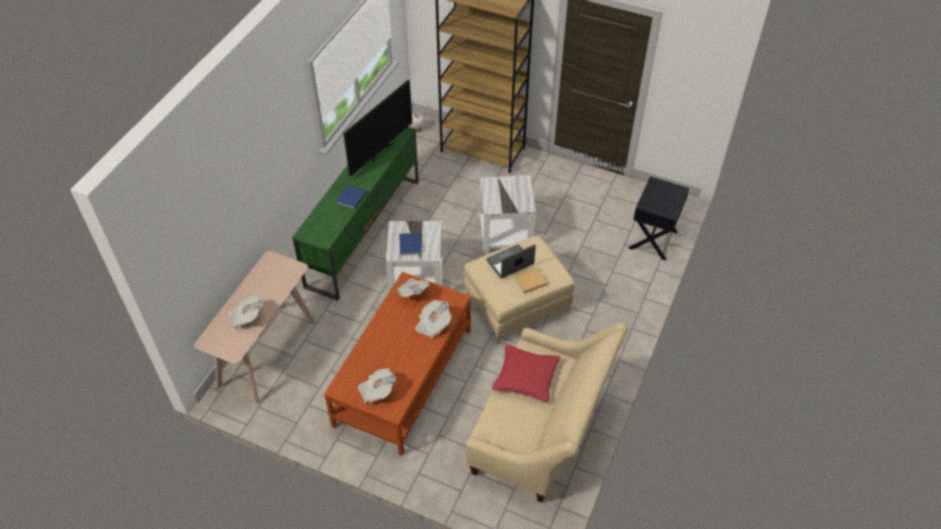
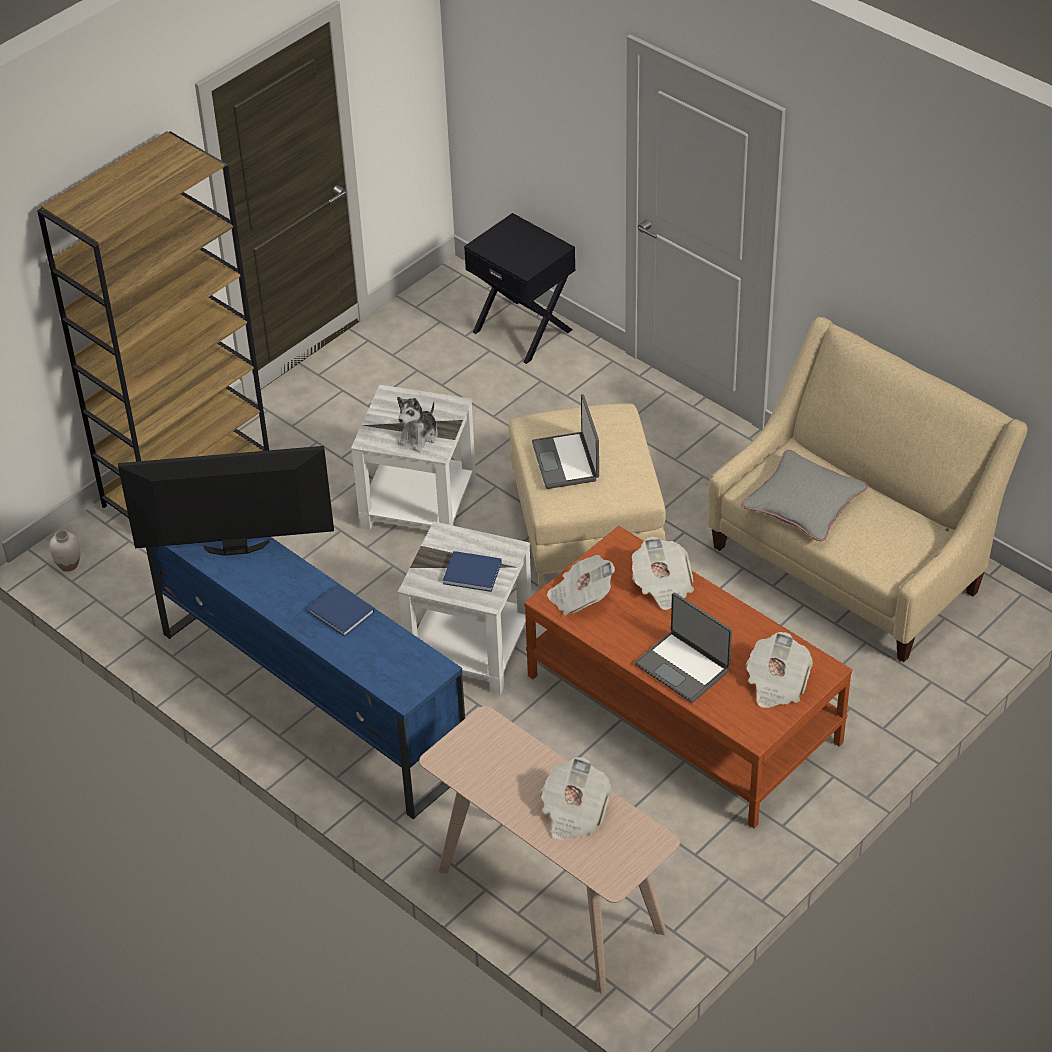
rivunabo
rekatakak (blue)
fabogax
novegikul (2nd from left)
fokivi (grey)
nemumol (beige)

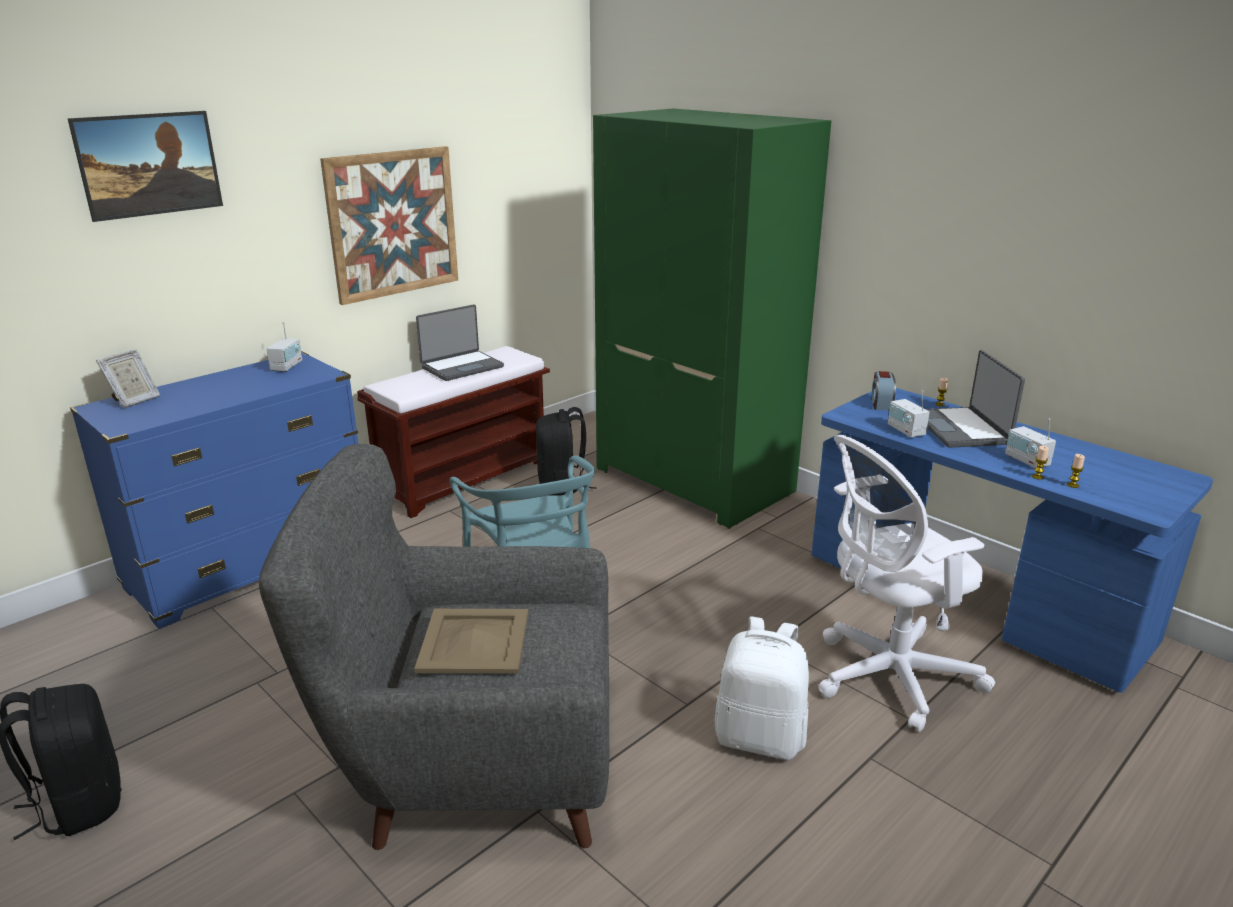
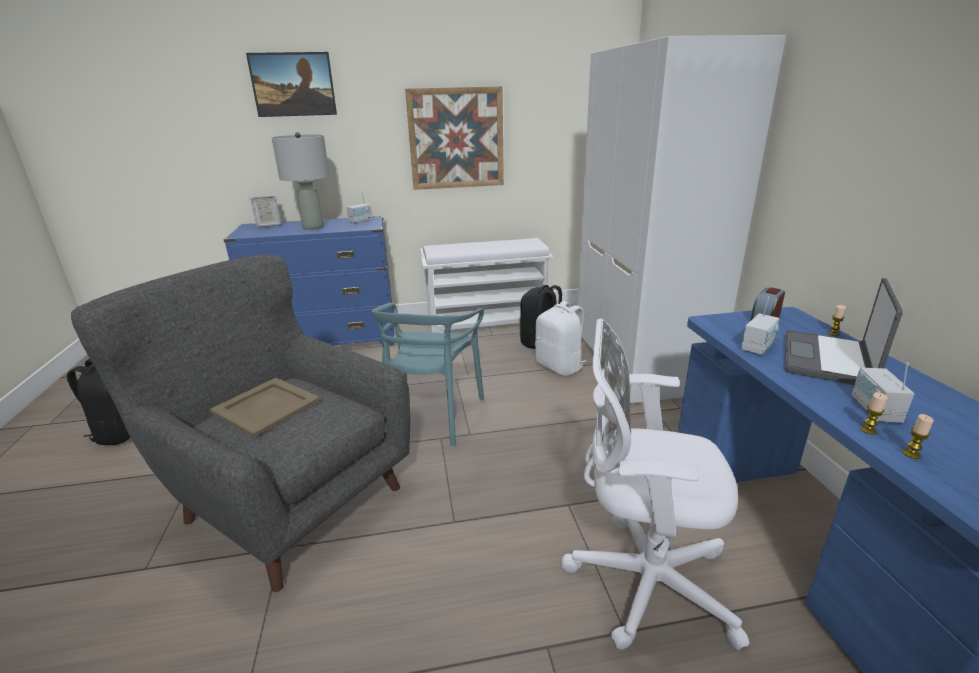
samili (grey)
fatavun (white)
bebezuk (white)
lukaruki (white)
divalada (2nd from left)
novegikul (1st from left in the first image)

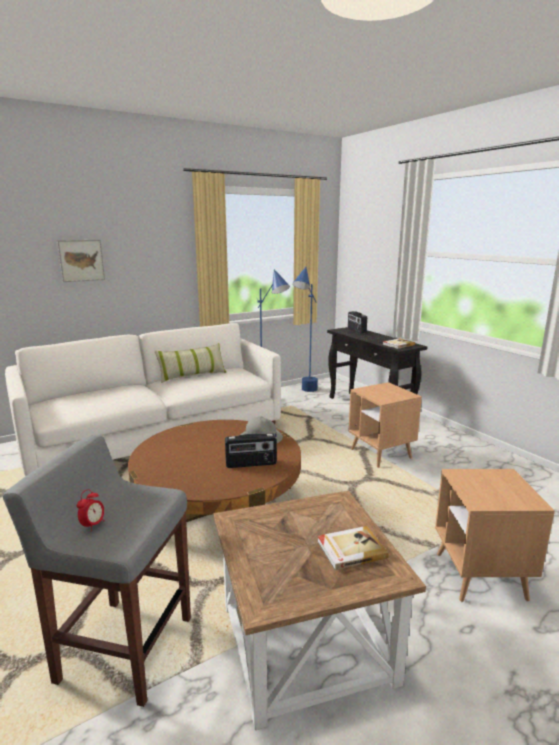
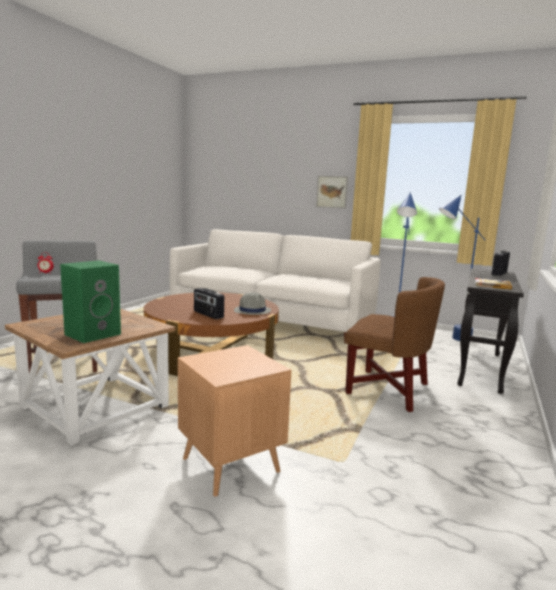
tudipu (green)
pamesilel
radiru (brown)
fokivi

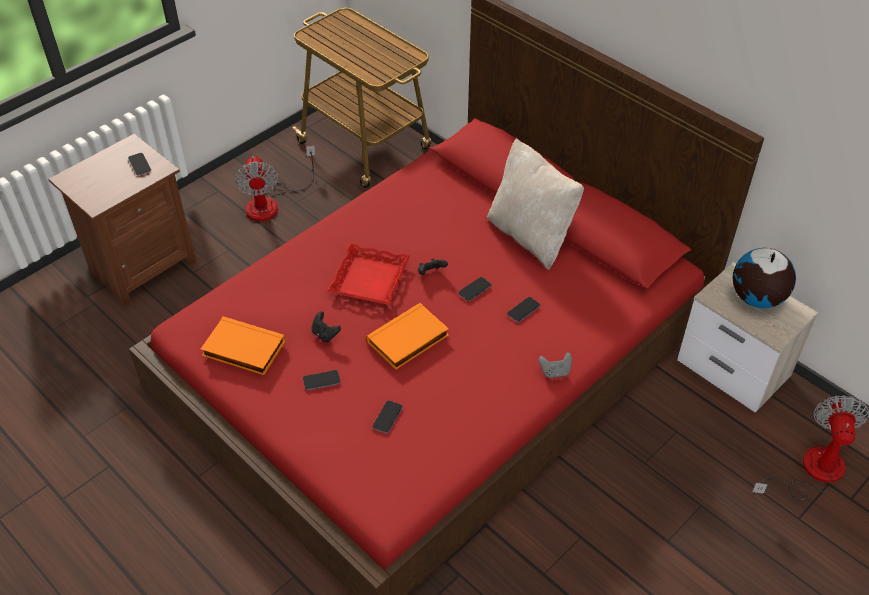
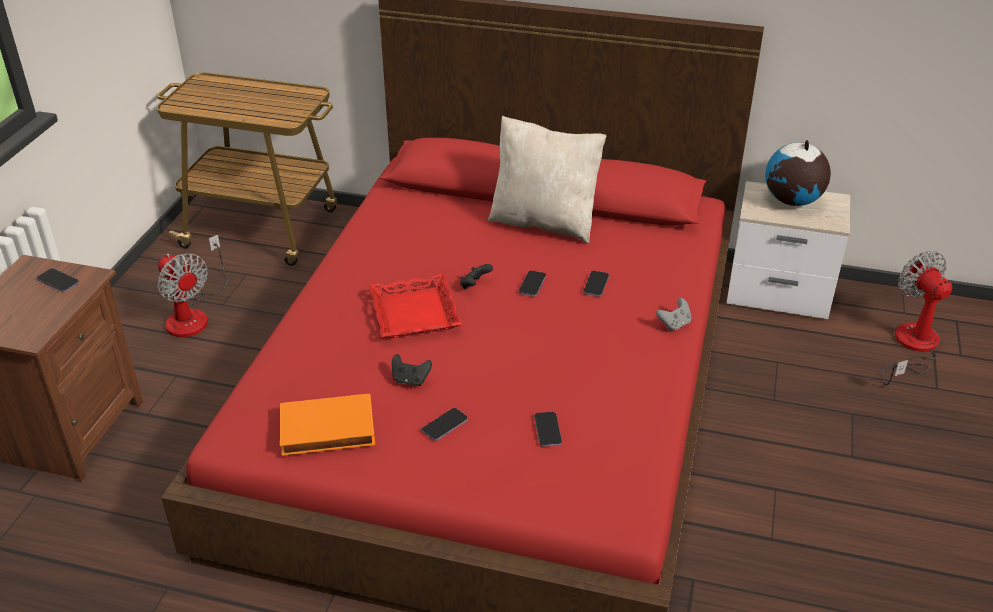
nemumol (orange) (2nd from left in the first image)

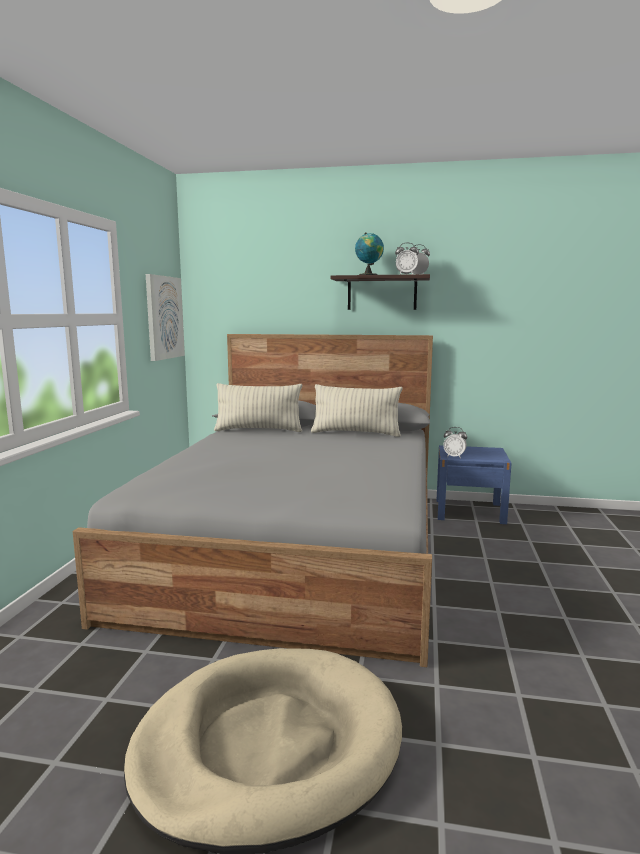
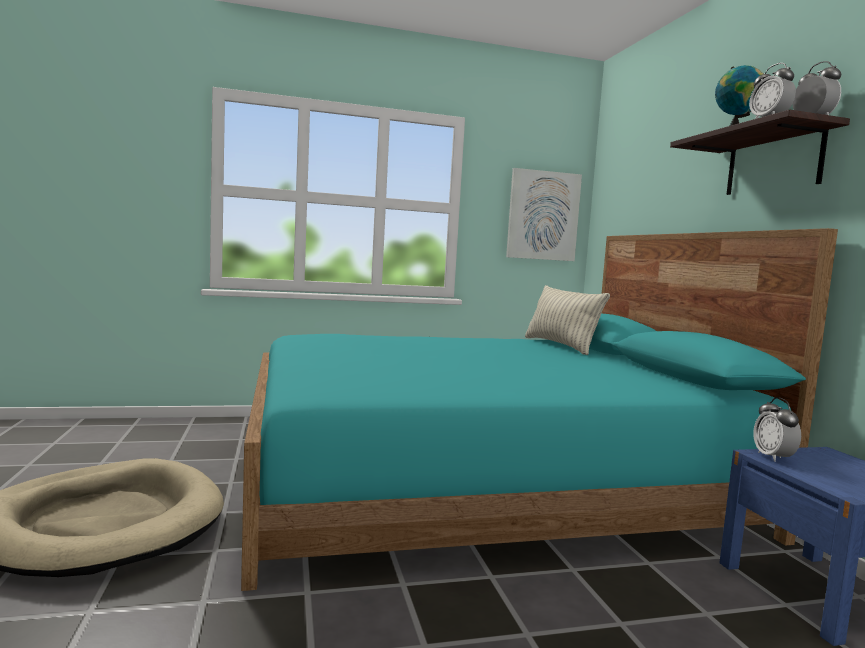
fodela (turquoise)
fokivi (2nd from left in the first image)

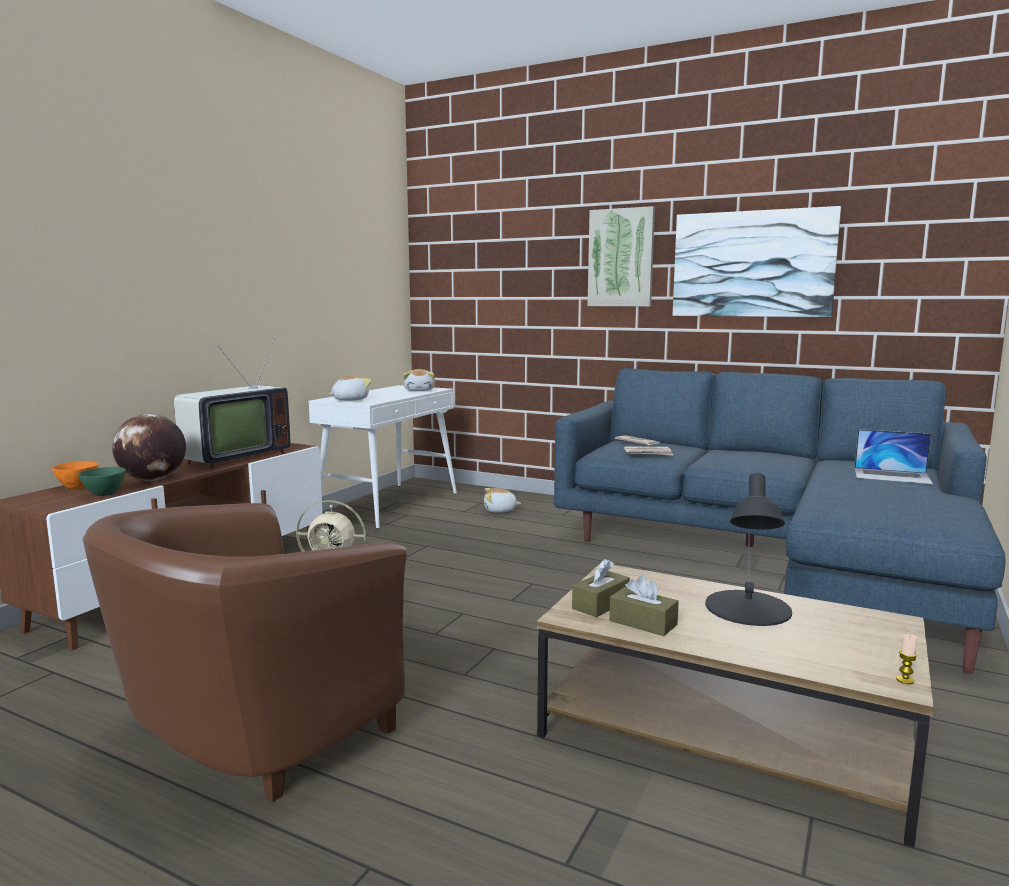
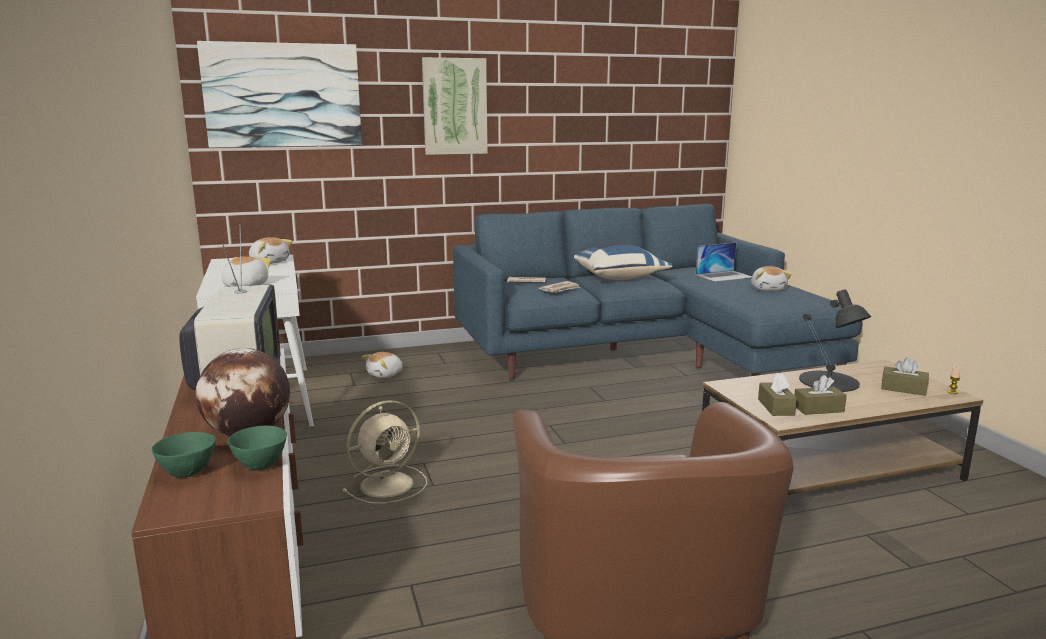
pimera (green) (1st from left)
pamesilel (1st from left)
fokivi (blue)
fabogax (4th from left)
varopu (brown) (3rd from left)

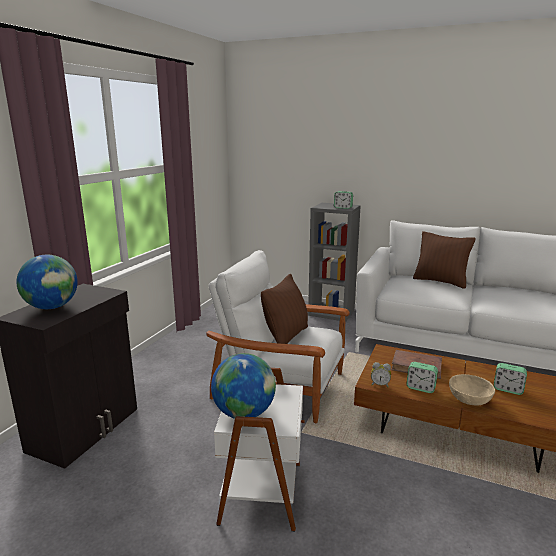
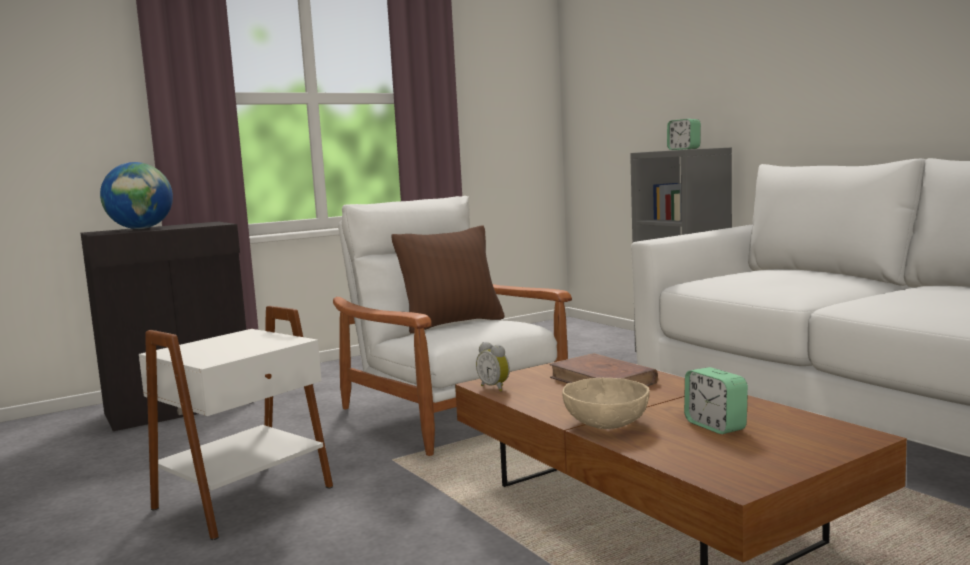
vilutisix (2nd from left in the first image)
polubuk (3rd from left in the first image)
fokivi (brown) (2nd from left in the first image)

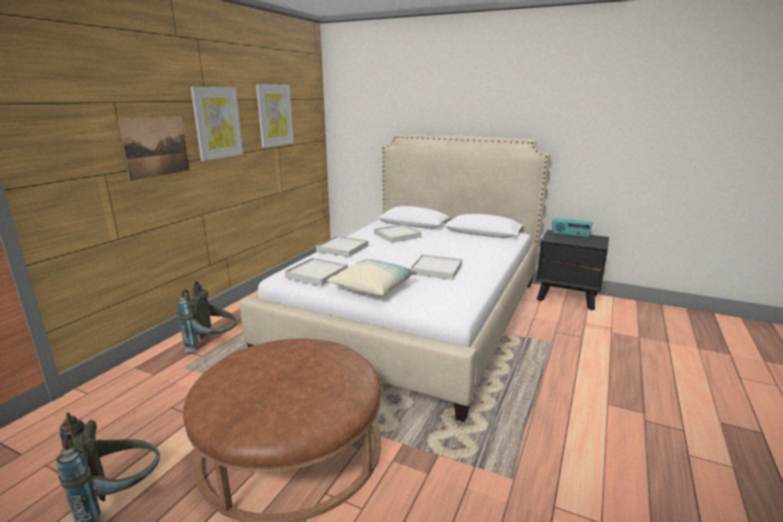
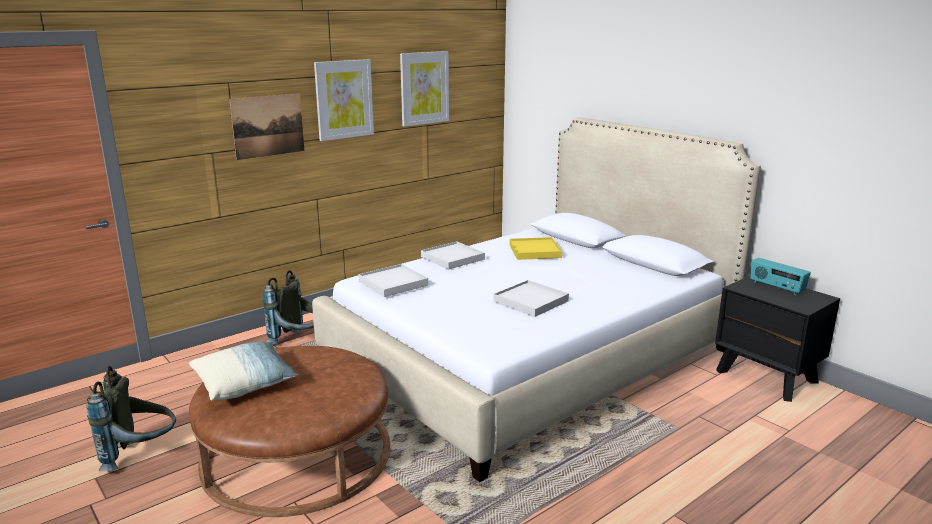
fokivi
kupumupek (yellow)

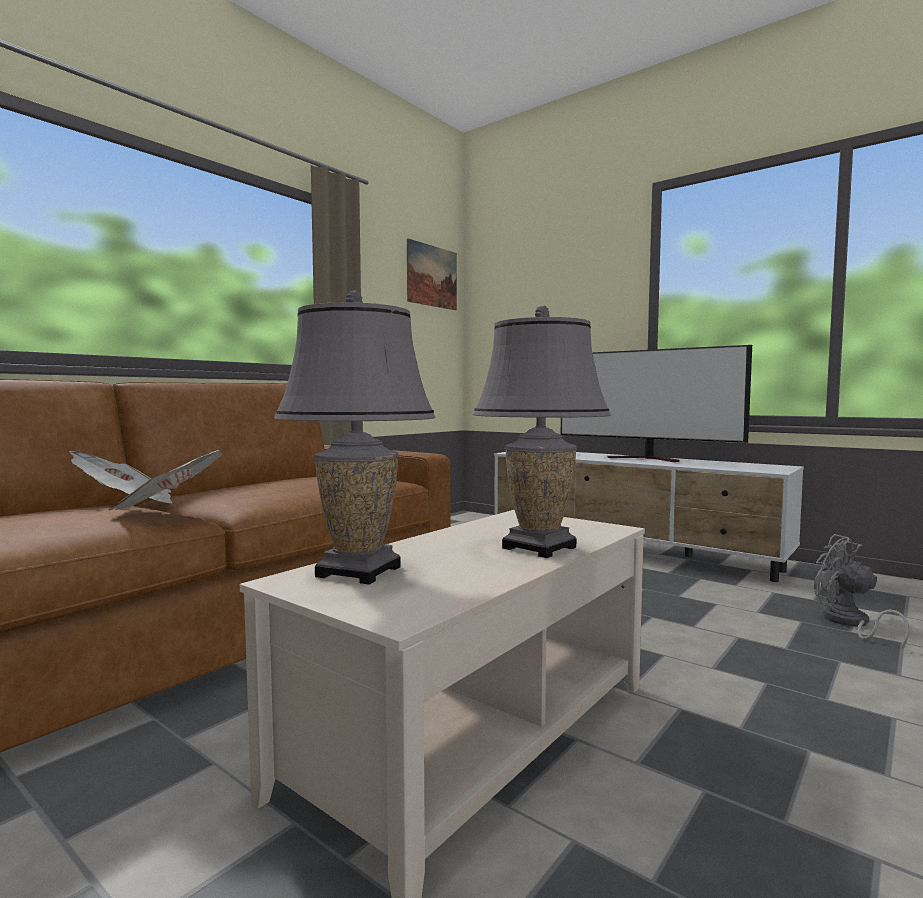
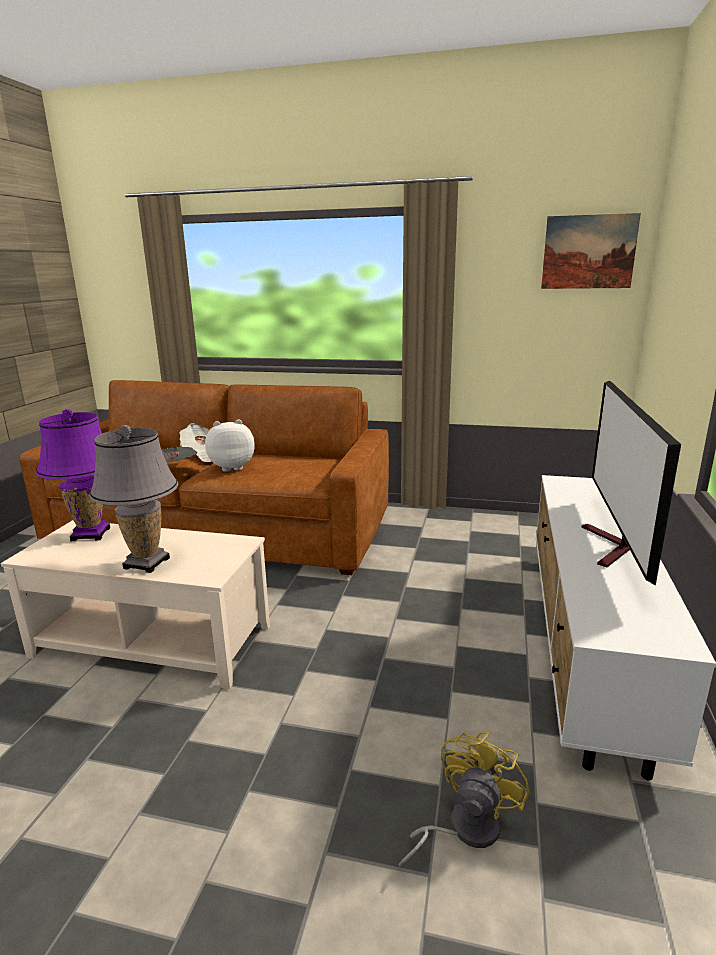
samili (purple)
fabogax
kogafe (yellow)

